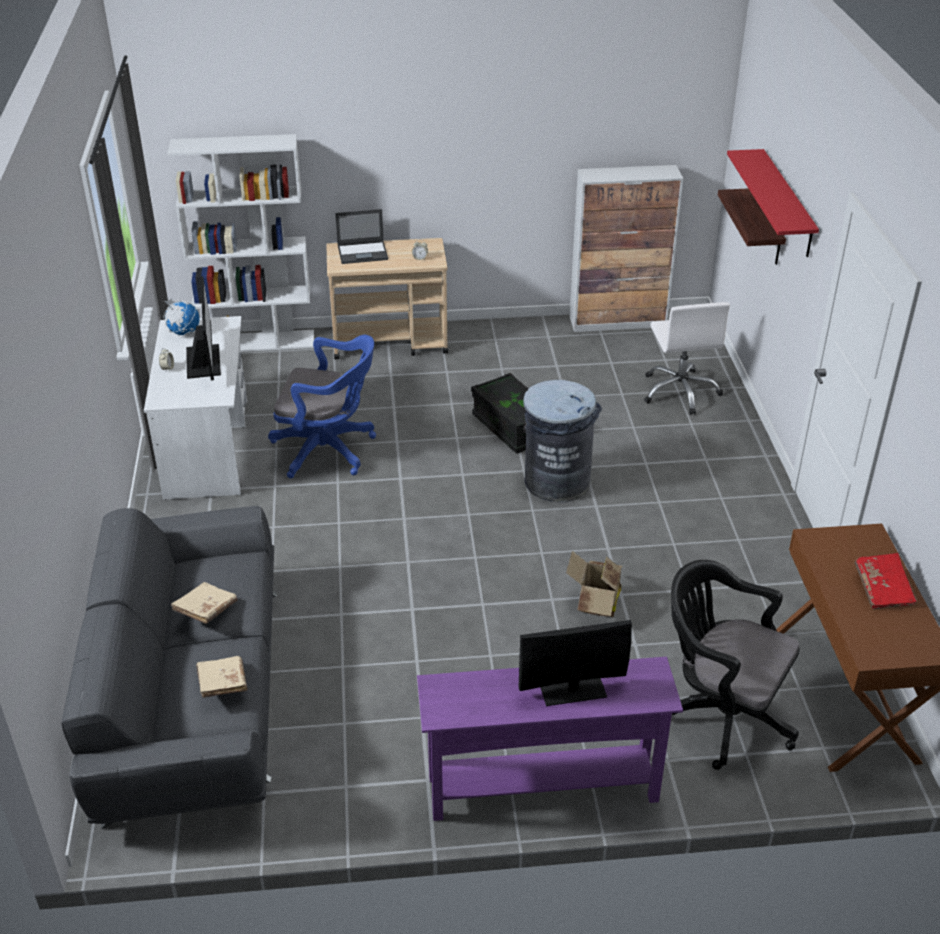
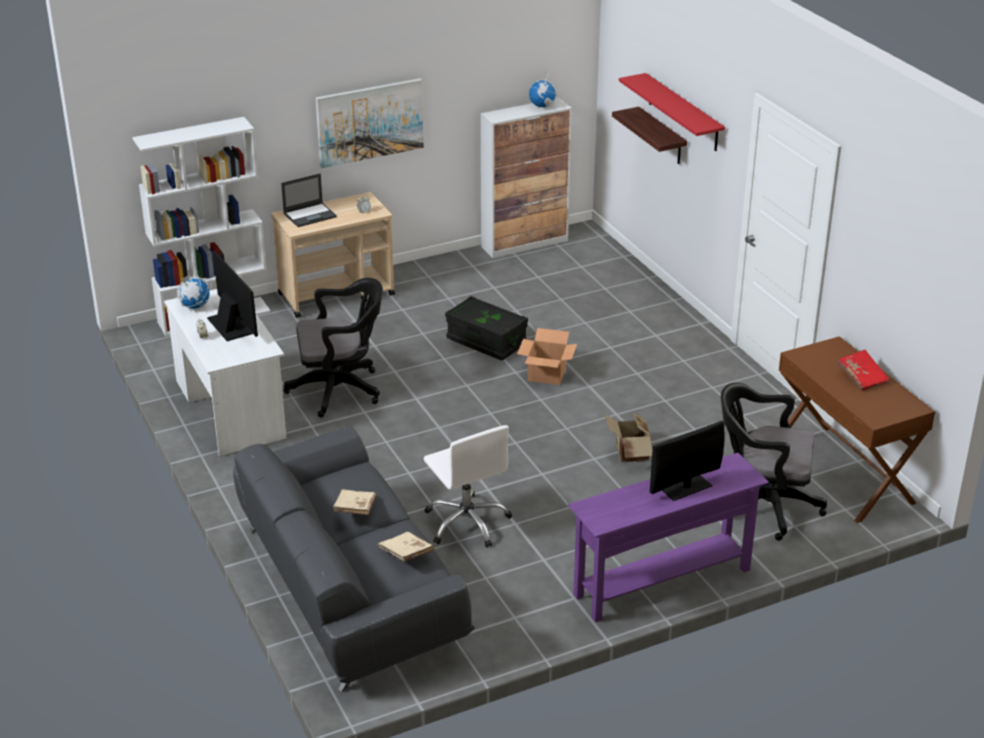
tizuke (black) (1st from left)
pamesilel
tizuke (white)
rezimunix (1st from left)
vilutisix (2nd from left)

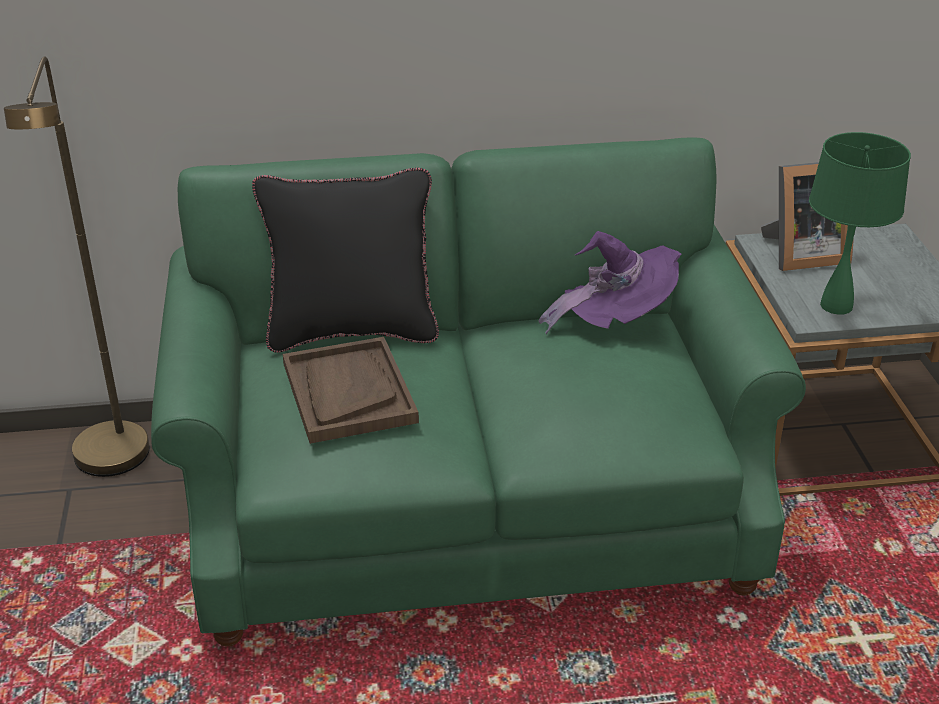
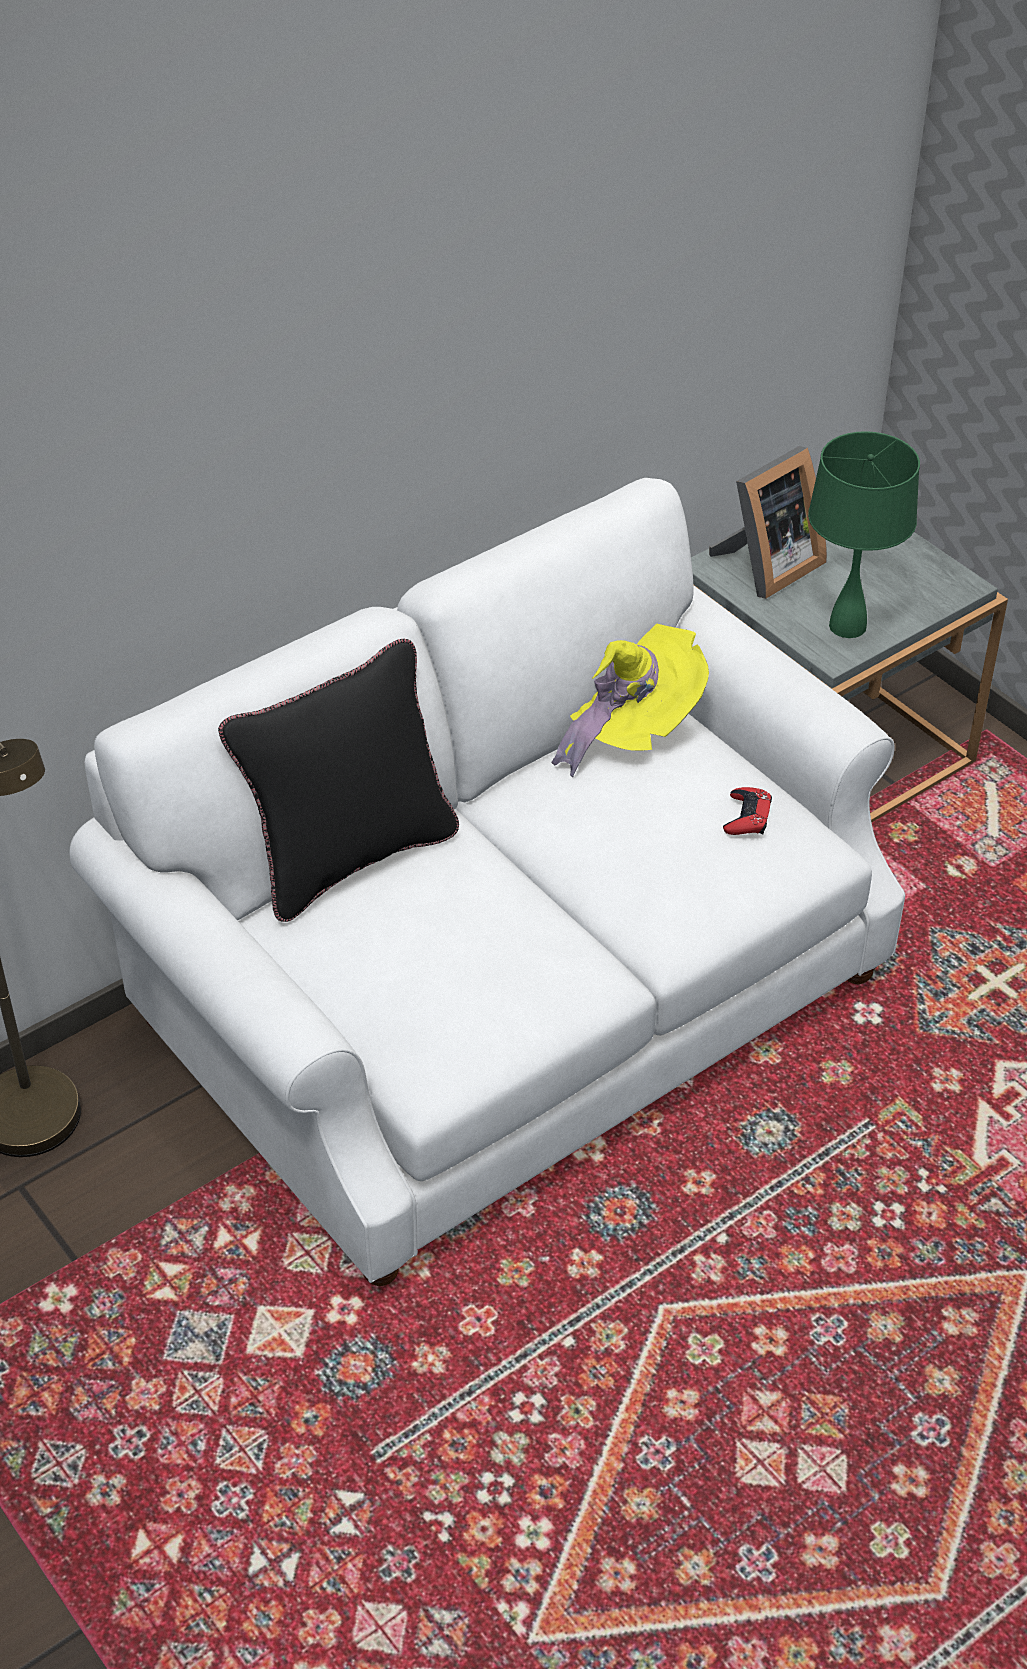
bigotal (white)
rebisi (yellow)
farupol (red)
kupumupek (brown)

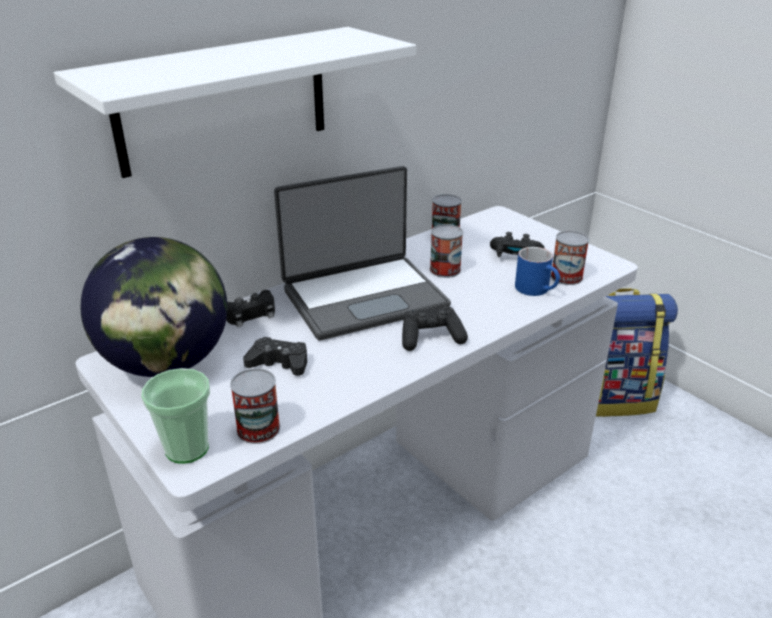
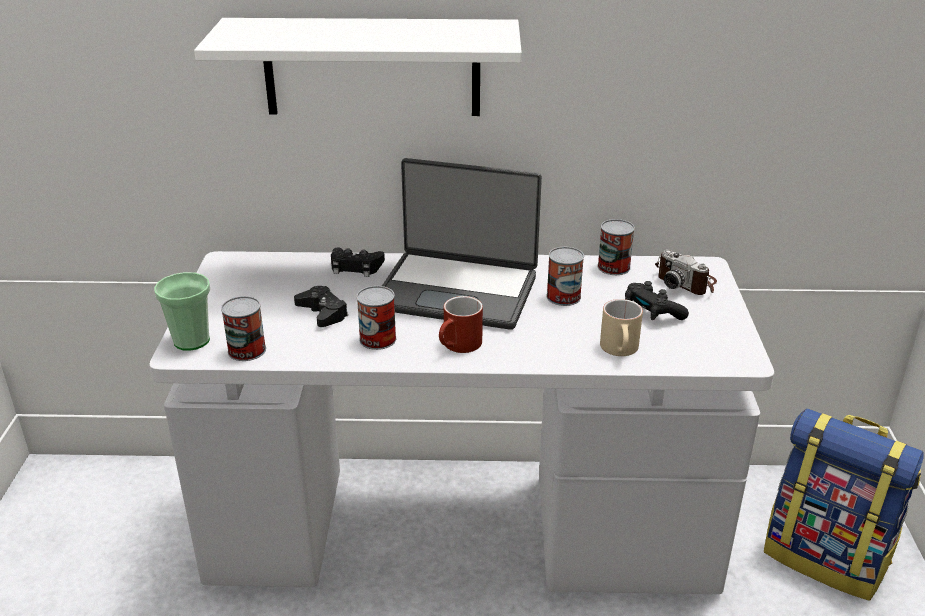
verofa (2nd from left)
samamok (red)
samamok (beige)
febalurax
vilutisix

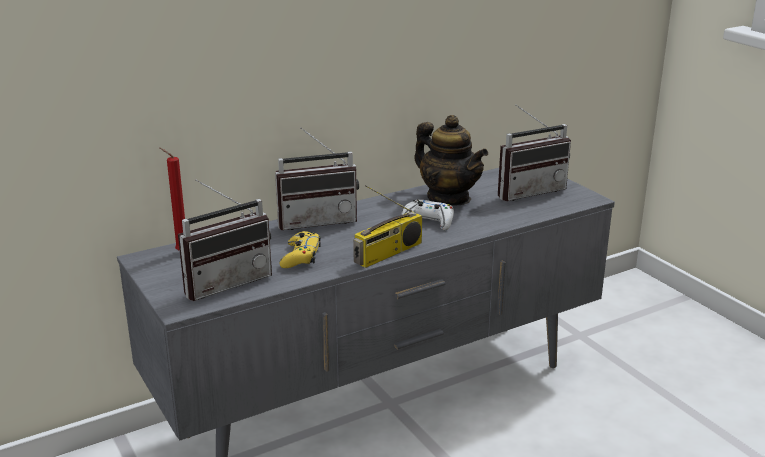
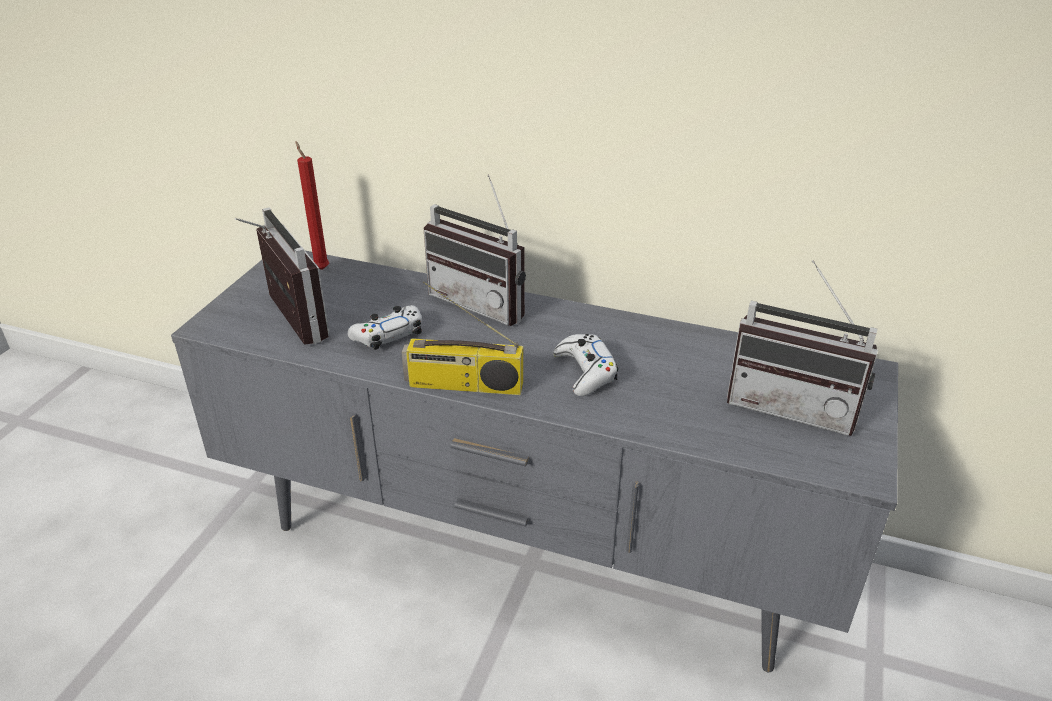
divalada (1st from left)
farupol (white) (1st from left)
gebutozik

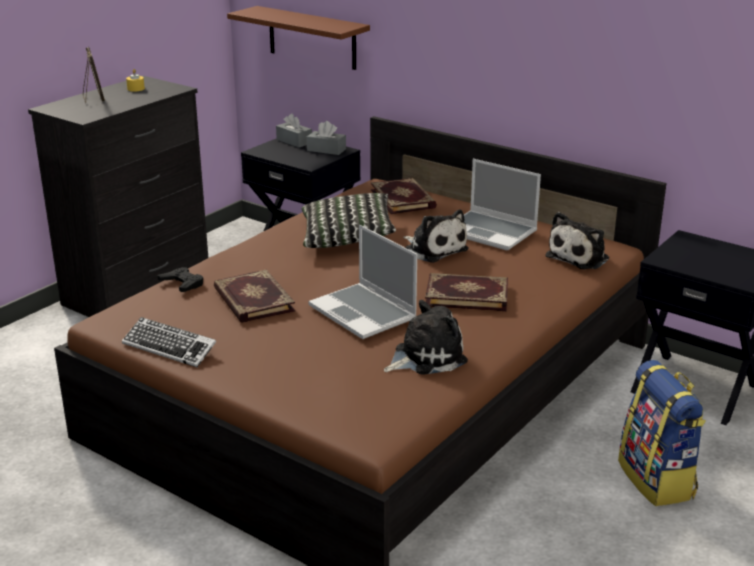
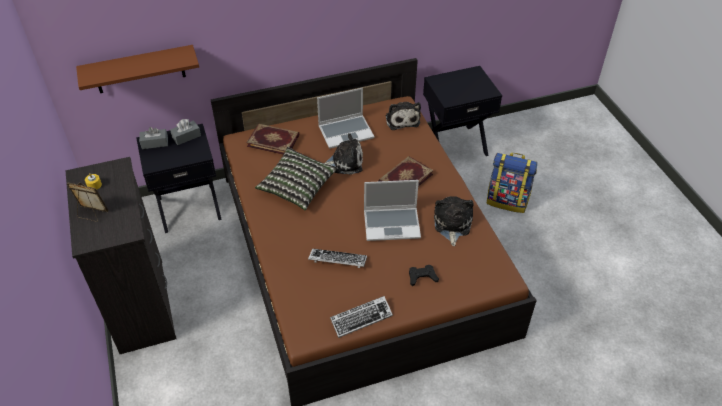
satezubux (1st from left)
farupol (black)

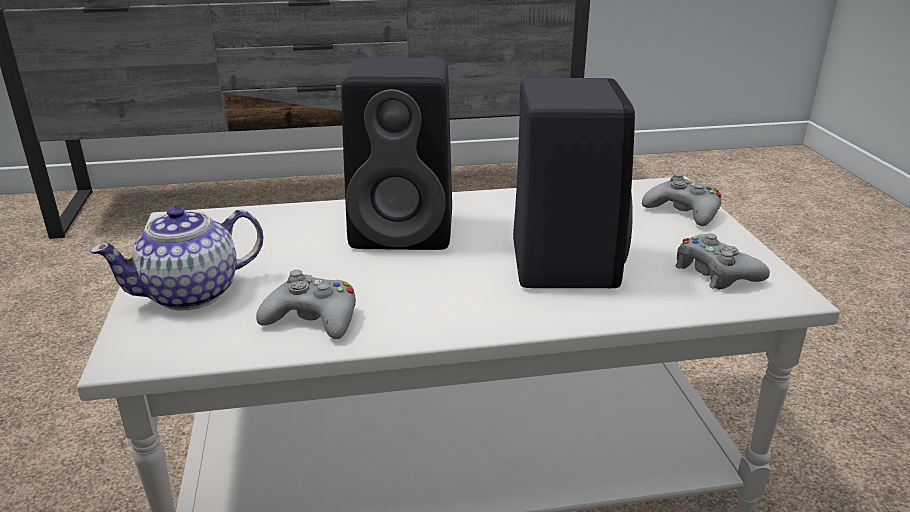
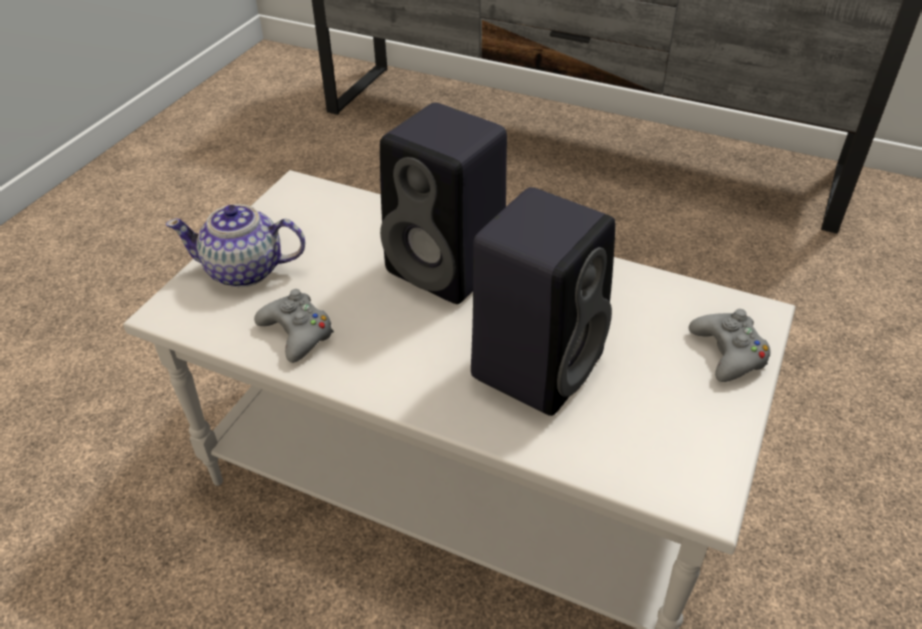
farupol (grey) (3rd from left in the first image)

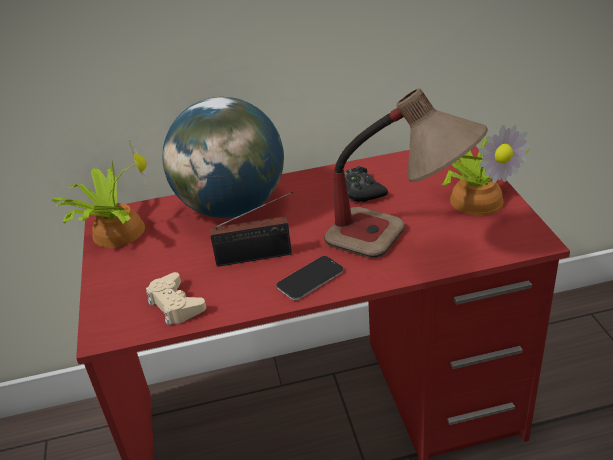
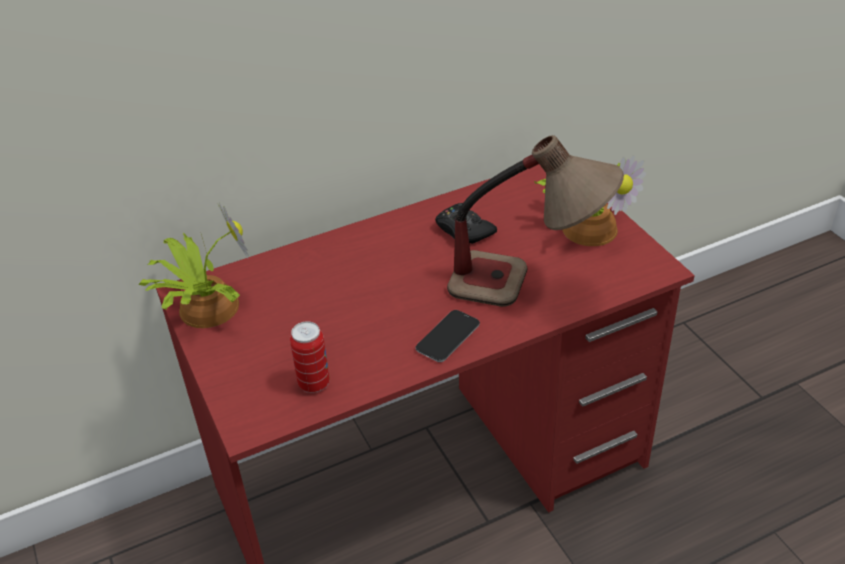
verofa
vilutisix
divalada

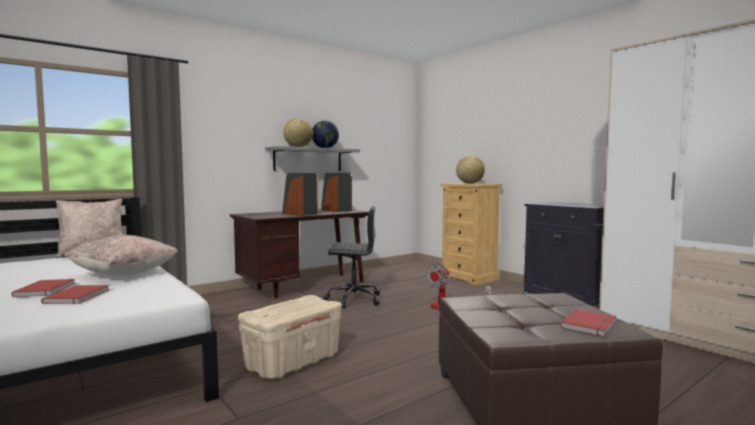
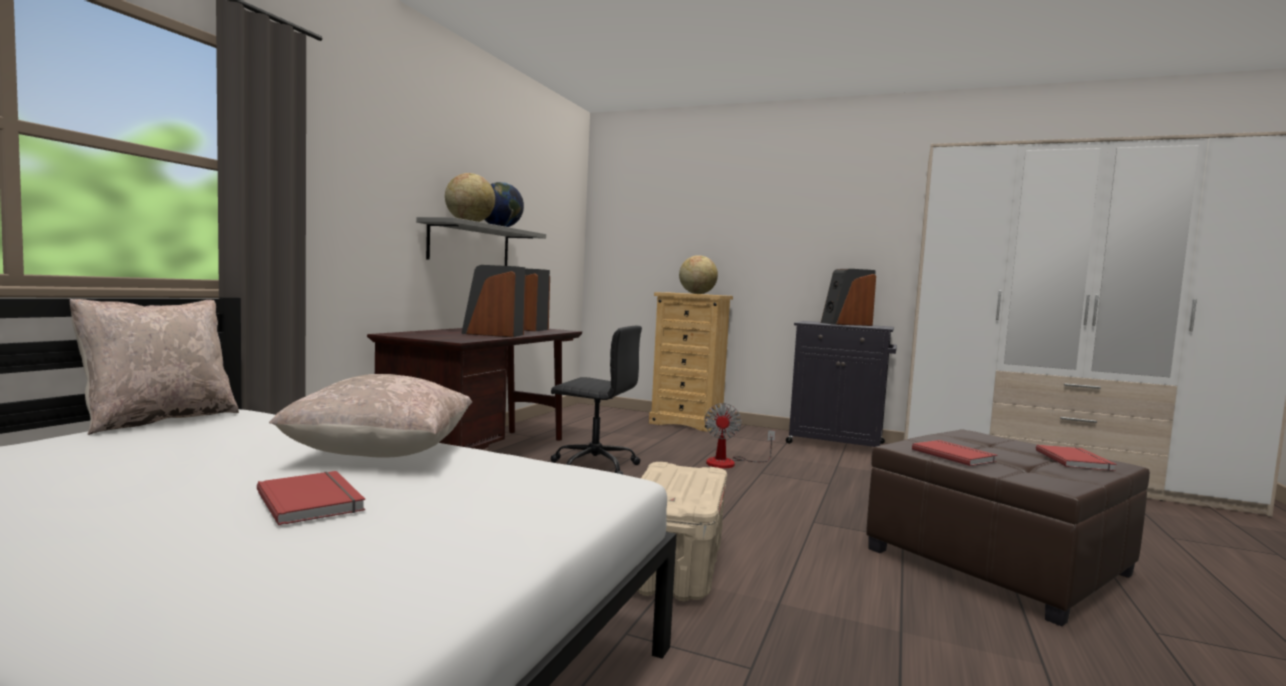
tizuke (black)
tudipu (3rd from left)
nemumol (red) (2nd from left)

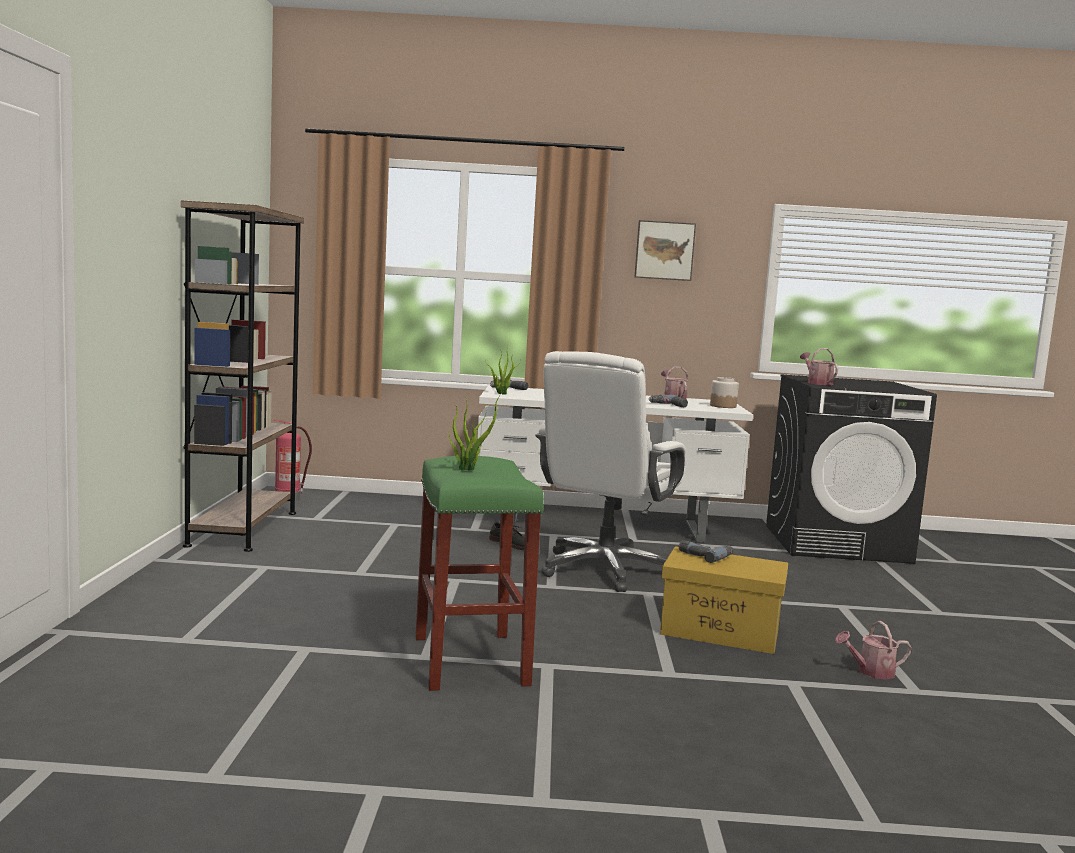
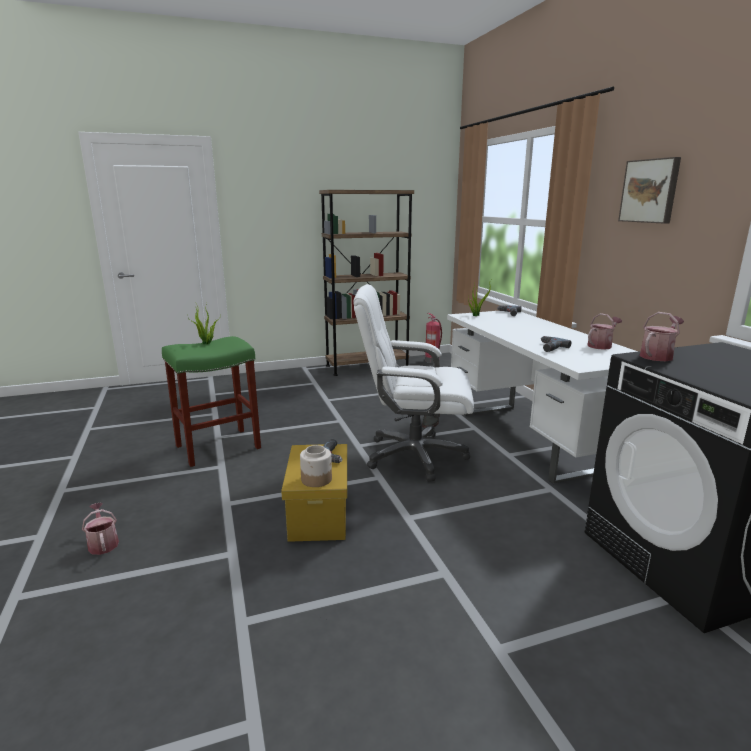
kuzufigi (1st from left)
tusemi

